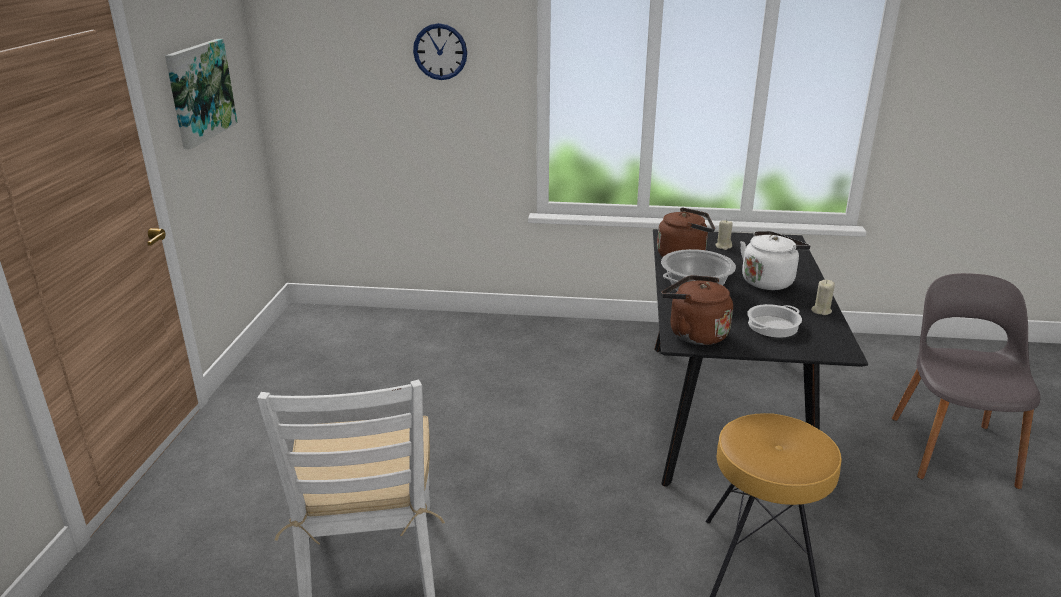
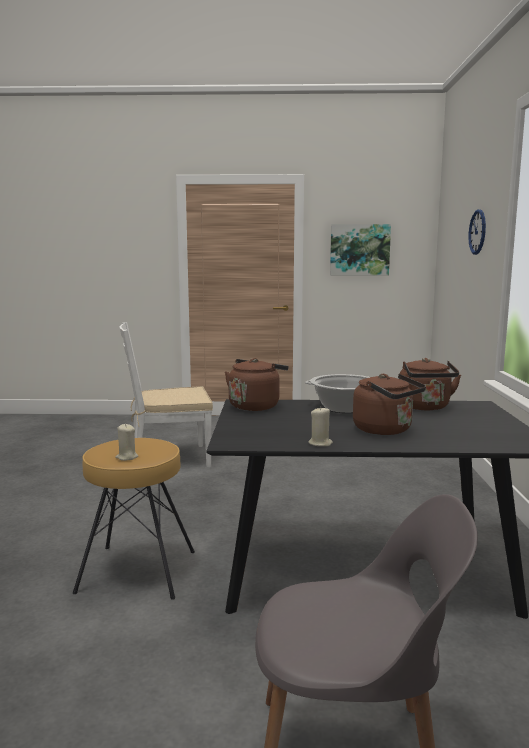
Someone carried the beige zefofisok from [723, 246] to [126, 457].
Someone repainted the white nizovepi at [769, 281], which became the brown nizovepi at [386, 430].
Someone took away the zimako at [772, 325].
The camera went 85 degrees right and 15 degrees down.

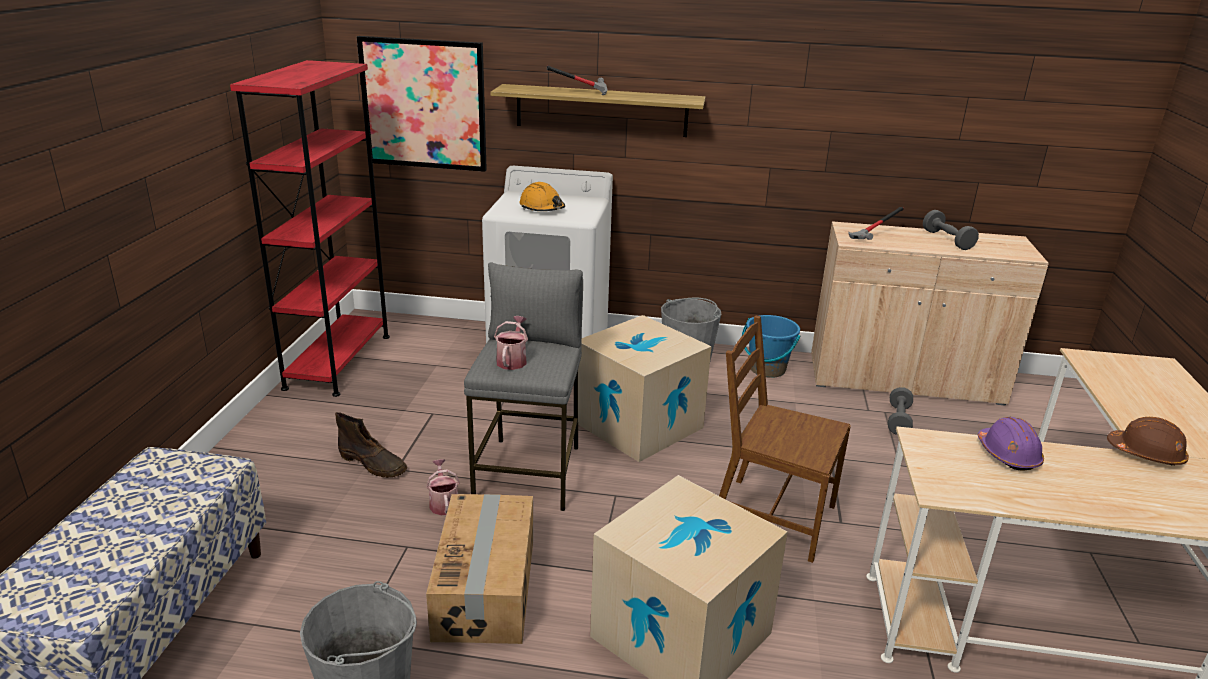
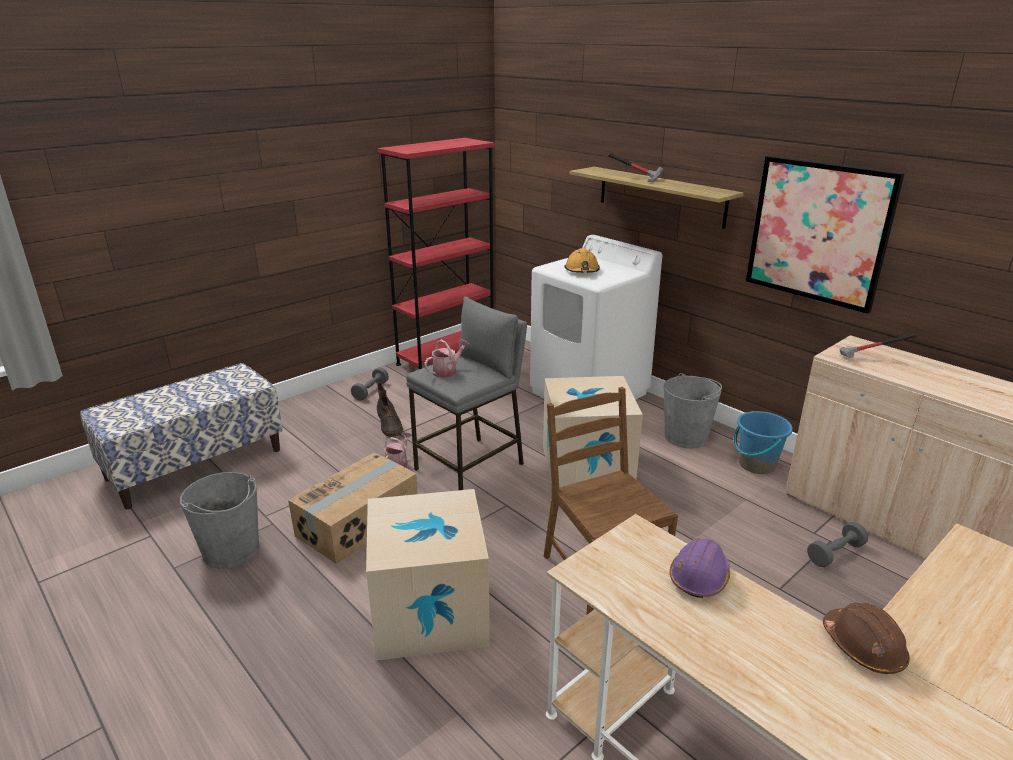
Someone carried the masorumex from [424, 104] to [818, 232].
Someone carried the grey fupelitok from [947, 240] to [370, 391].
The camera went 40 degrees right and 0 degrees up.

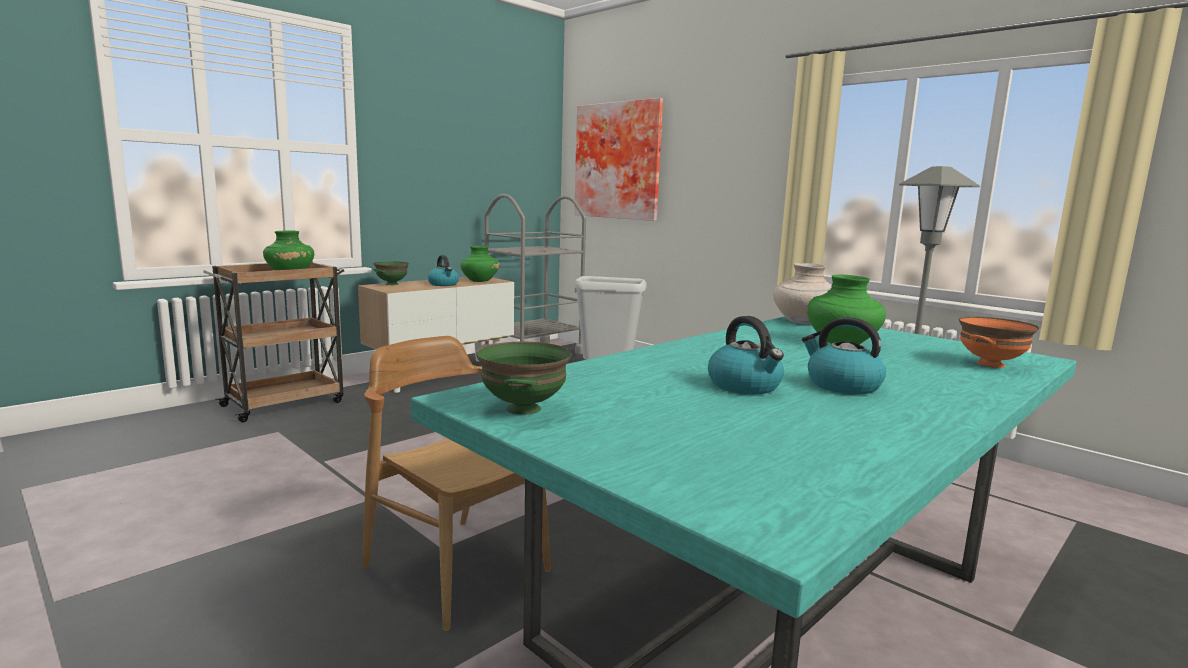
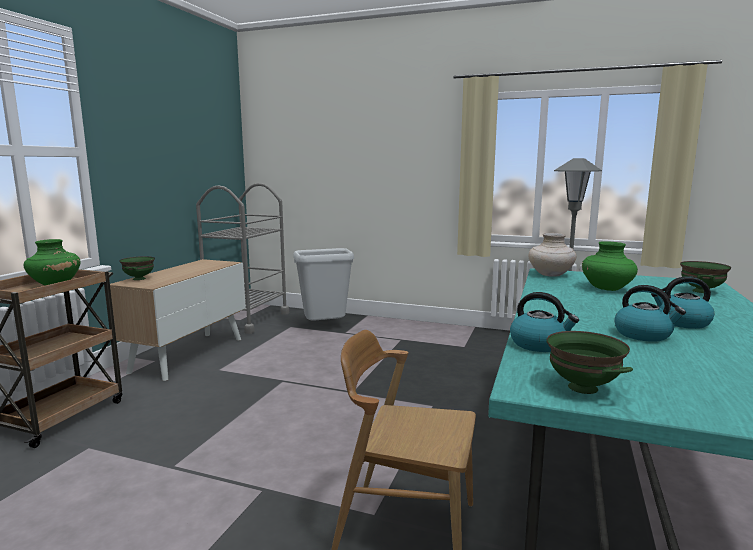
Someone carried the nizovepi from [443, 284] to [539, 344].
Someone took away the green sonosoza at [479, 281].
Someone took away the masorumex at [619, 161].
Someone repainted the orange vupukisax at [991, 364], which became the green vupukisax at [702, 291].
The camera went 25 degrees left and 0 degrees up.

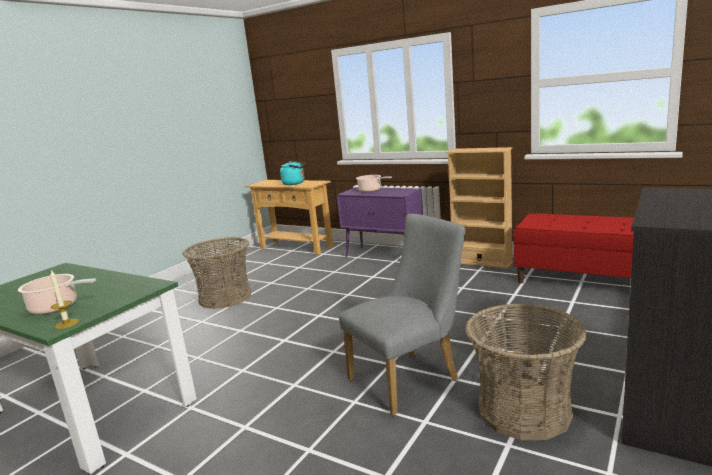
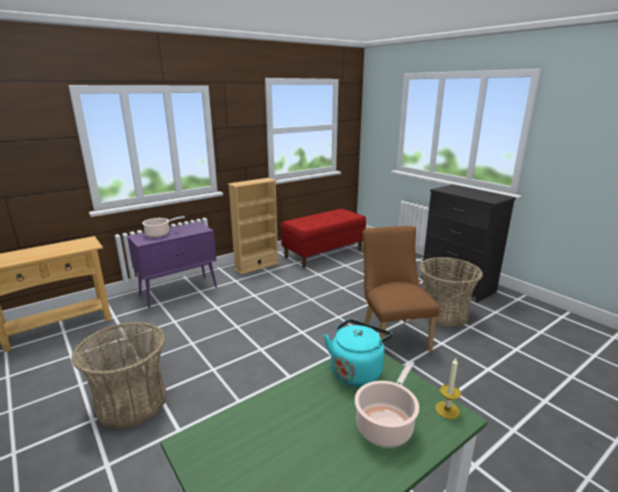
Someone carried the turquoise nizovepi from [295, 183] to [357, 371].
Someone repainted the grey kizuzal at [410, 378], which became the brown kizuzal at [392, 335].
The camera went 70 degrees left and 5 degrees up.

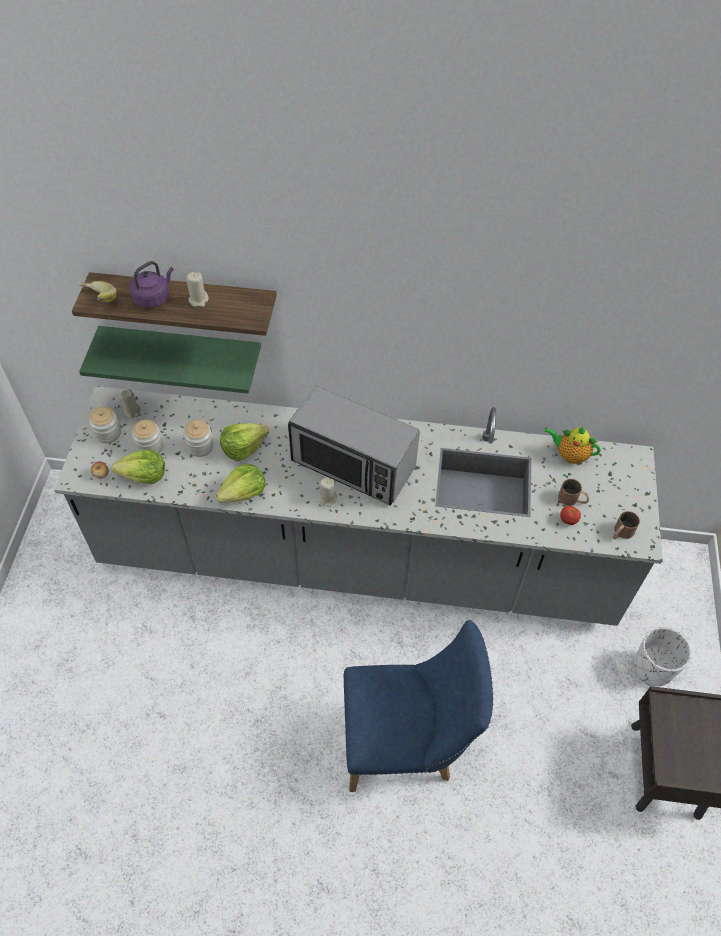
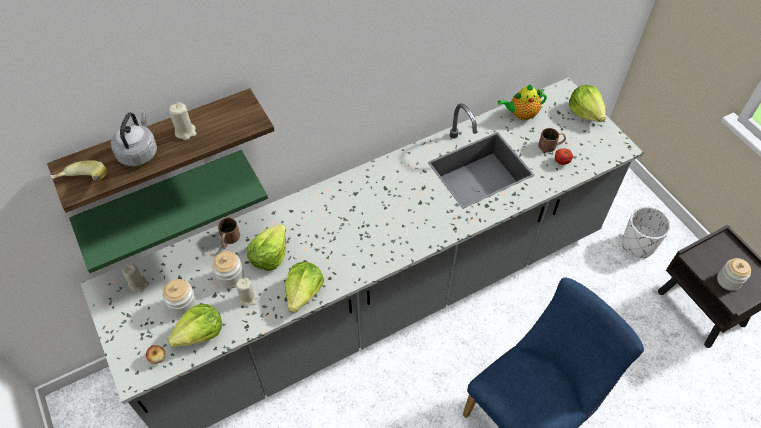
Someone carried the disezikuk from [108, 433] to [728, 280].
Someone repainted the purple nizovepi at [153, 298], which became the grey nizovepi at [139, 152].
Someone took away the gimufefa at [353, 465].
Someone carried the beige zefofisok from [327, 499] to [248, 298].
Someone carried the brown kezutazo from [621, 533] to [229, 240].
Someone put down the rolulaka at [585, 112].
The camera went 35 degrees left and 0 degrees up.

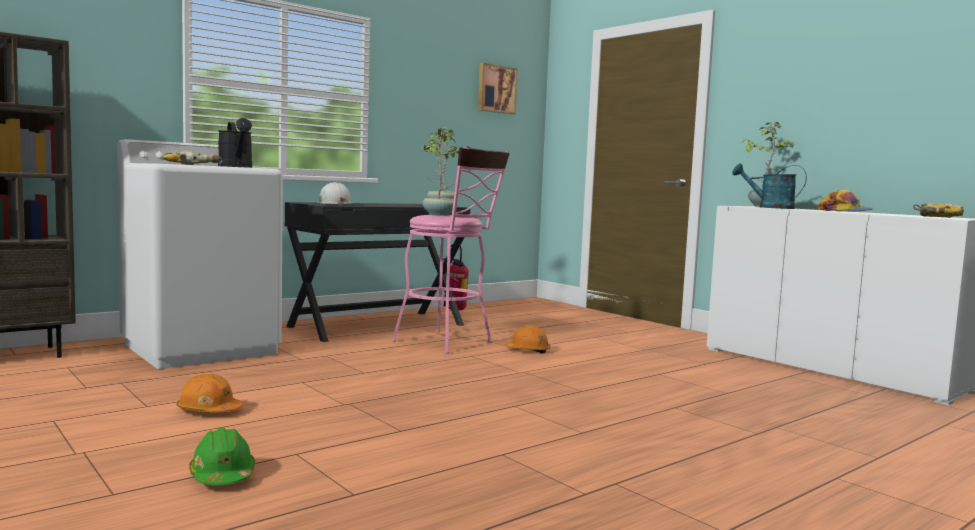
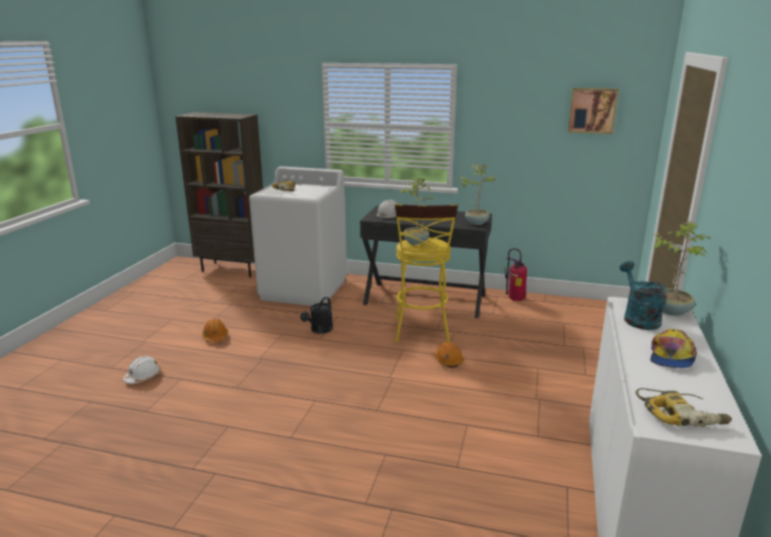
Someone repainted the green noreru at [222, 476], which became the white noreru at [143, 376].
Someone carried the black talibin from [237, 167] to [319, 330].
Someone repainted the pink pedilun at [449, 343], which became the yellow pedilun at [421, 332].
The camera went 55 degrees right and 15 degrees up.

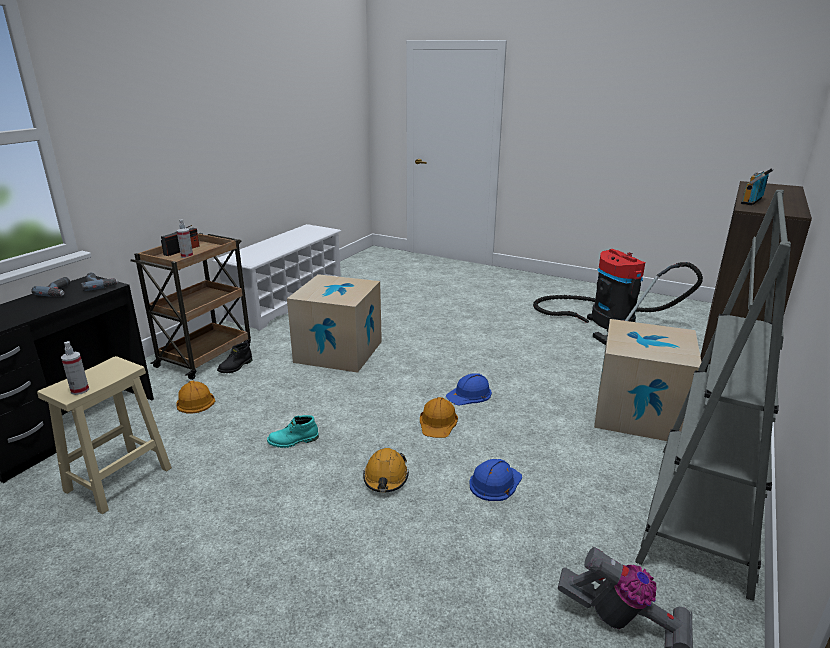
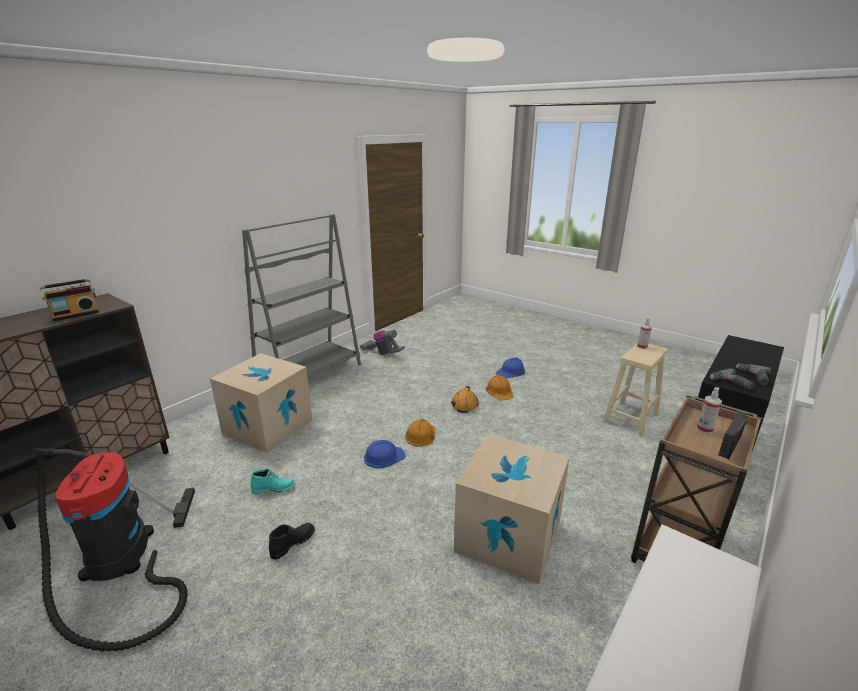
Someone carried the orange noreru from [194, 400] to [499, 391].
Someone carried the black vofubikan from [236, 367] to [292, 543].
Someone carried the turquoise vofubikan from [293, 441] to [274, 488].
Someone carried the blue noreru from [495, 482] to [511, 371].
The camera went 170 degrees left and 0 degrees up.

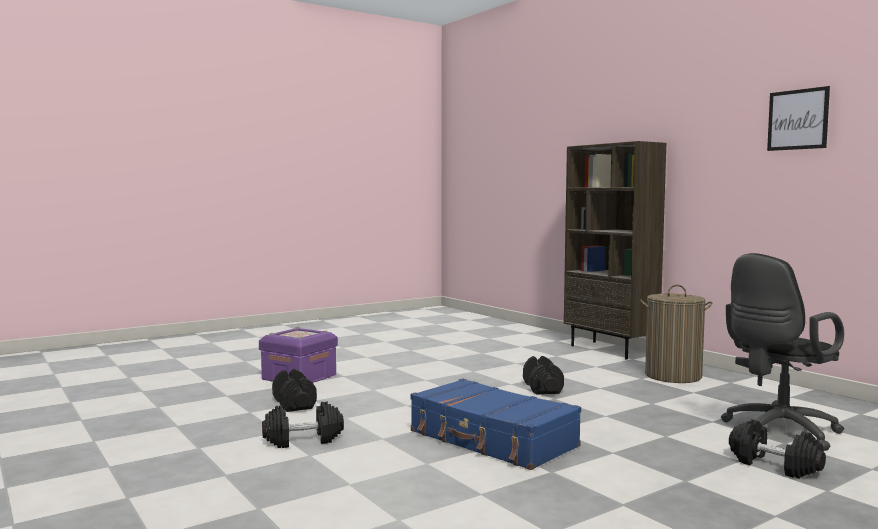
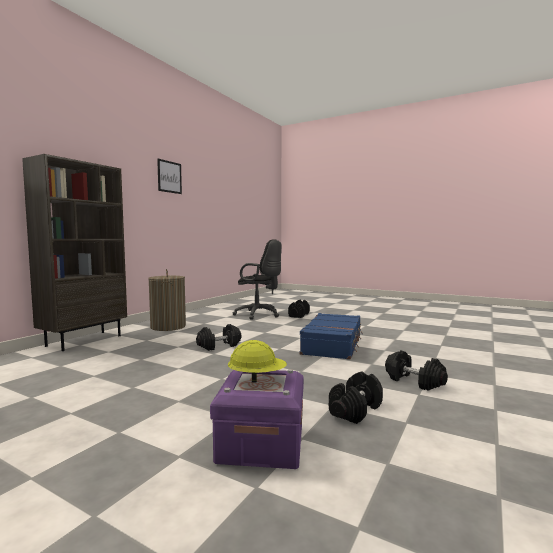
Someone put down the yellow noreru at [257, 379].
The camera went 115 degrees left and 0 degrees up.

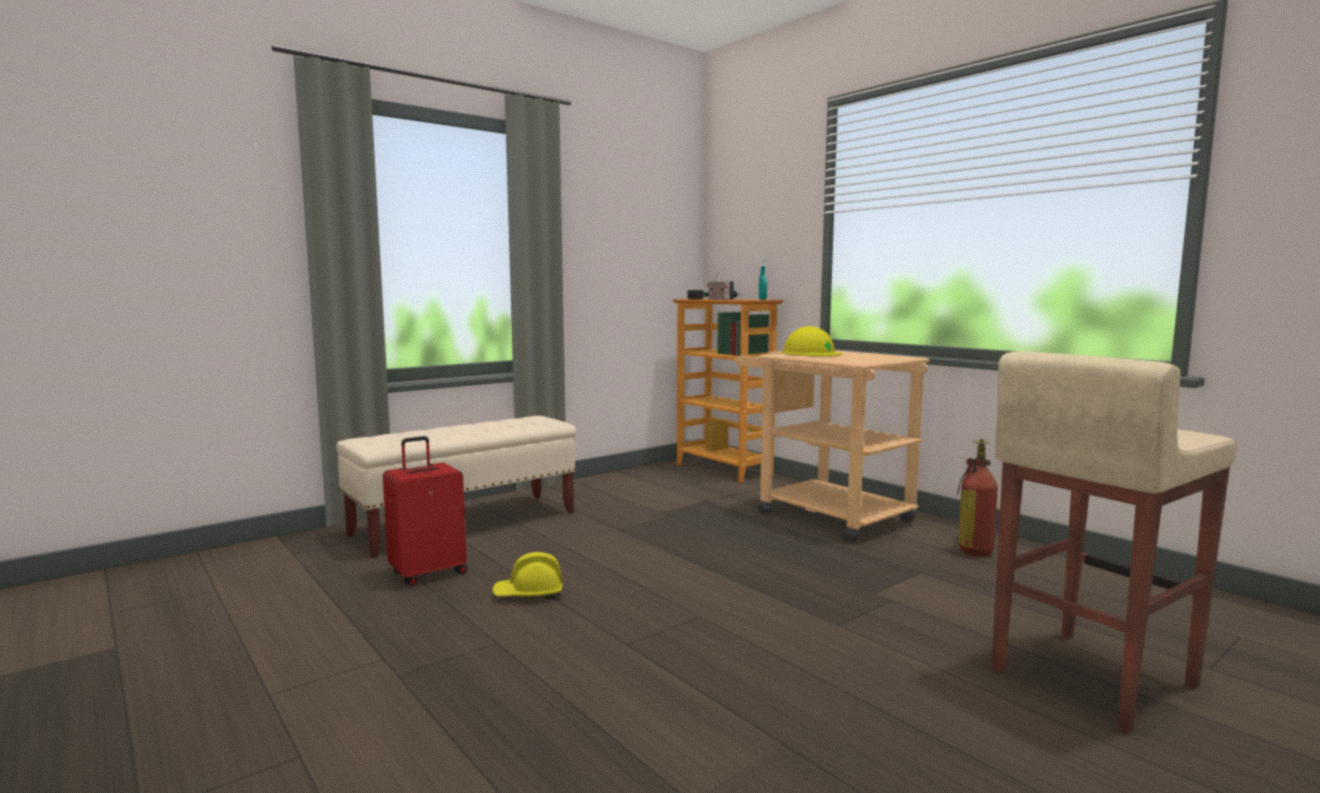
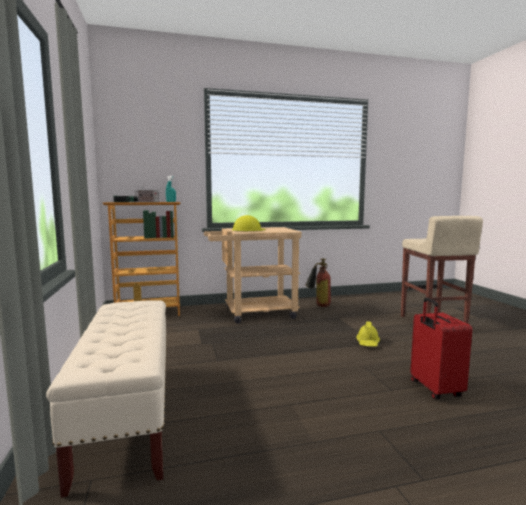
Someone carried the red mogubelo from [428, 573] to [434, 389].
Someone carried the yellow noreru from [529, 594] to [368, 343].
The camera went 65 degrees left and 0 degrees up.

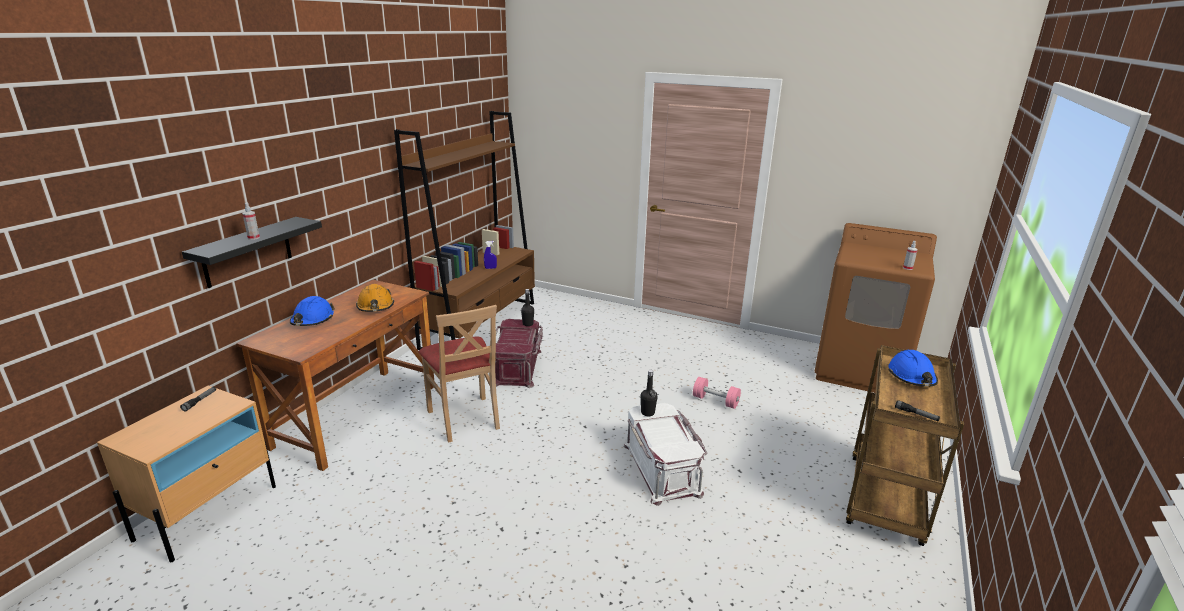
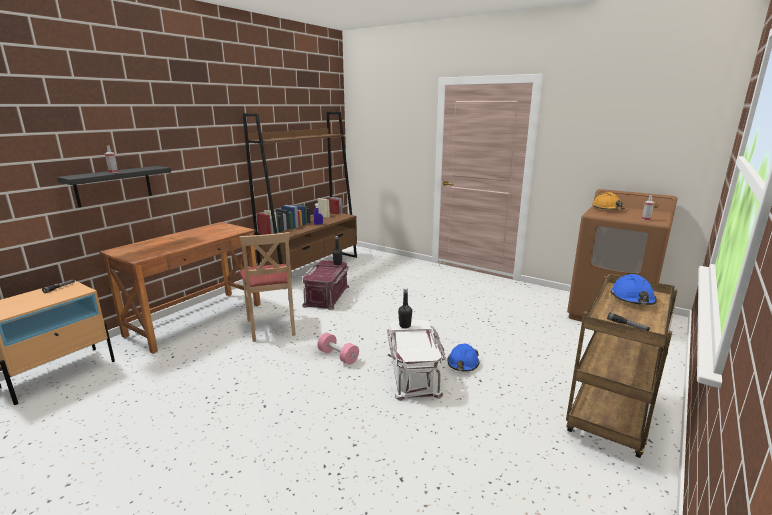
Someone carried the blue noreru from [312, 320] to [463, 364].
Someone carried the orange noreru from [375, 306] to [607, 209].
Someone carried the pink fupelitok from [715, 401] to [338, 356].
The camera went 10 degrees right and 5 degrees down.

